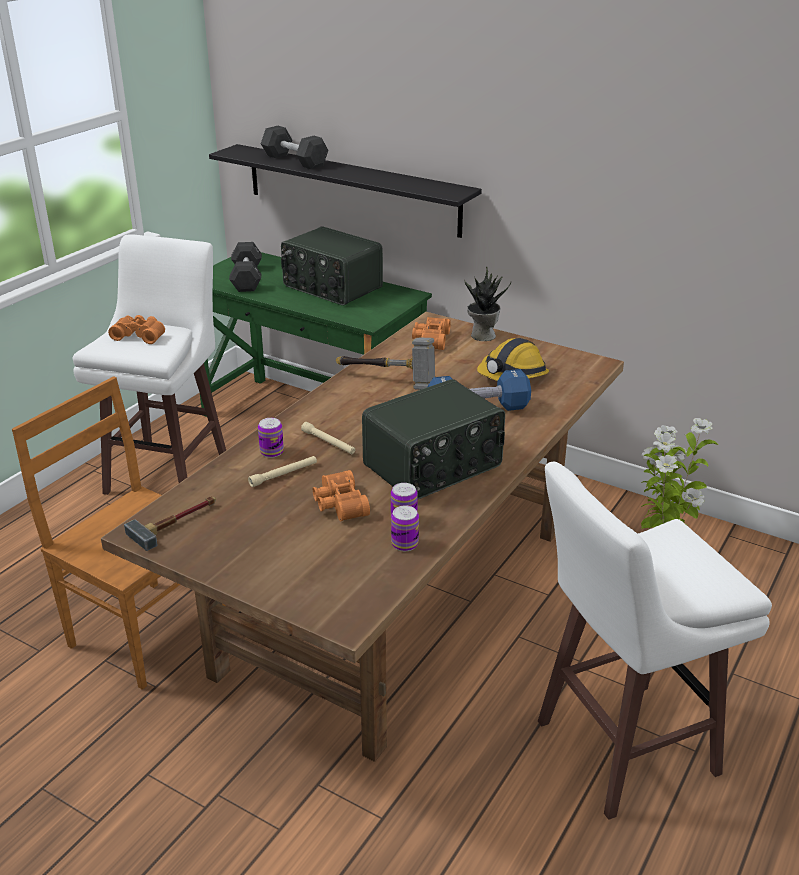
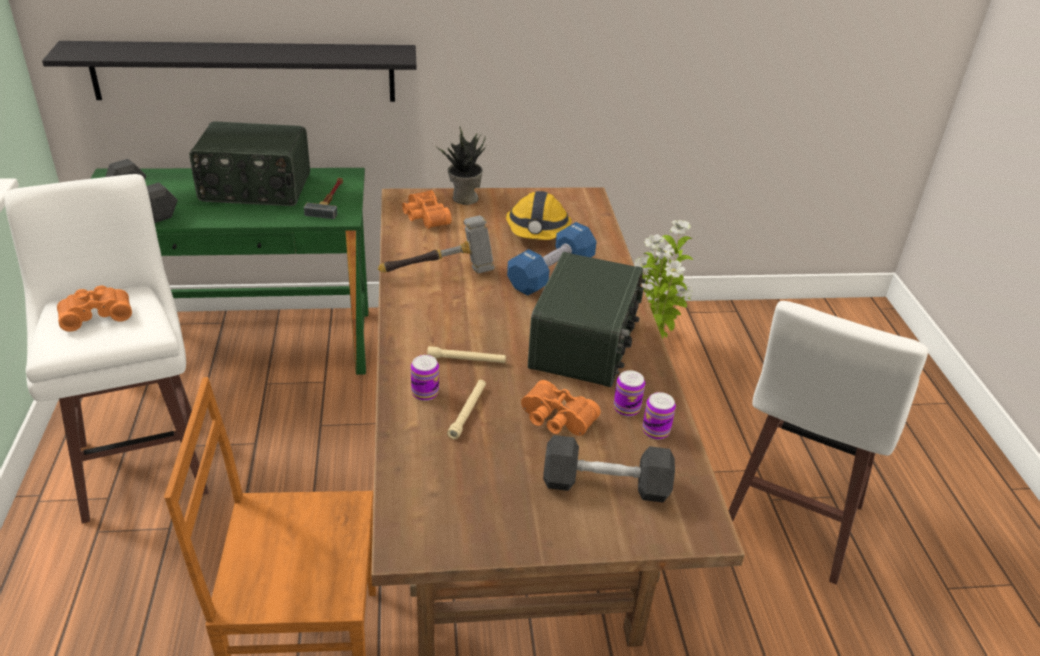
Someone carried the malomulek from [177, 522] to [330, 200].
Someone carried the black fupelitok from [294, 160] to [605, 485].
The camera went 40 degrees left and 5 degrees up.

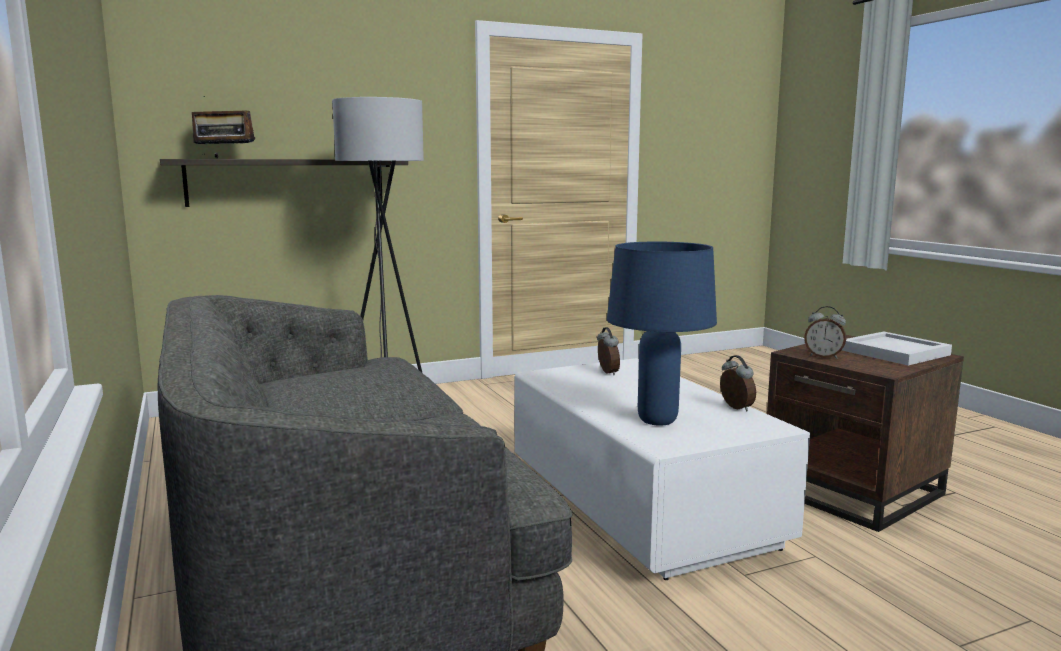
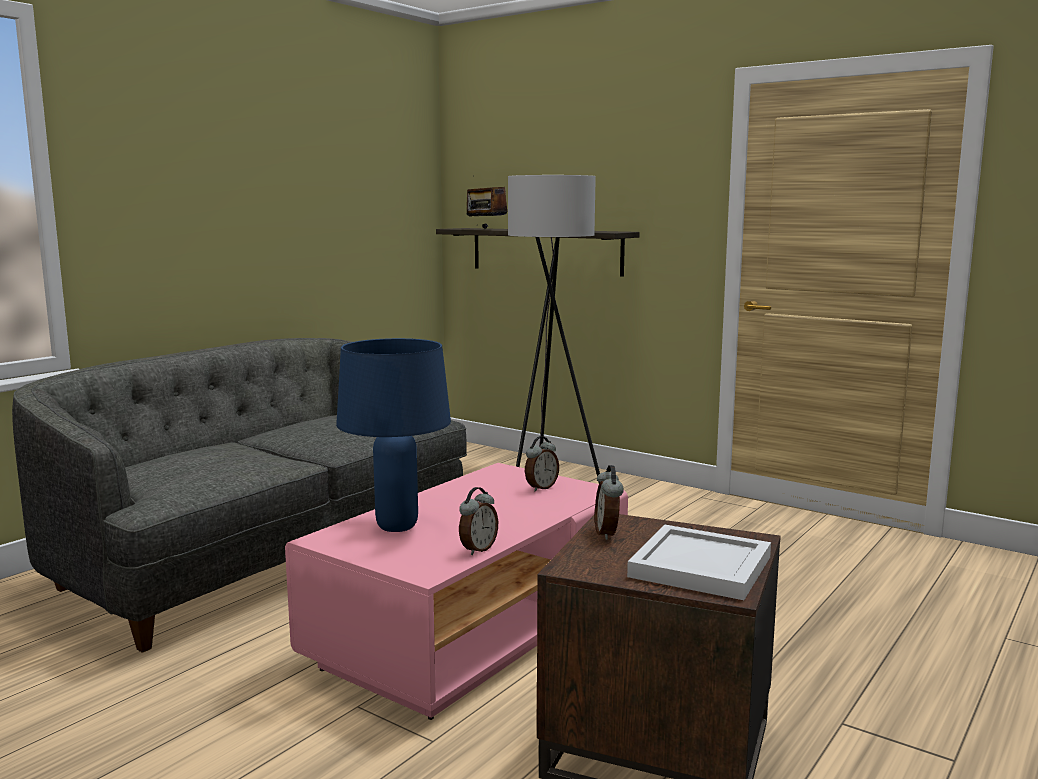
Someone repainted the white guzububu at [640, 505], which became the pink guzububu at [471, 630].
The camera went 60 degrees right and 0 degrees up.

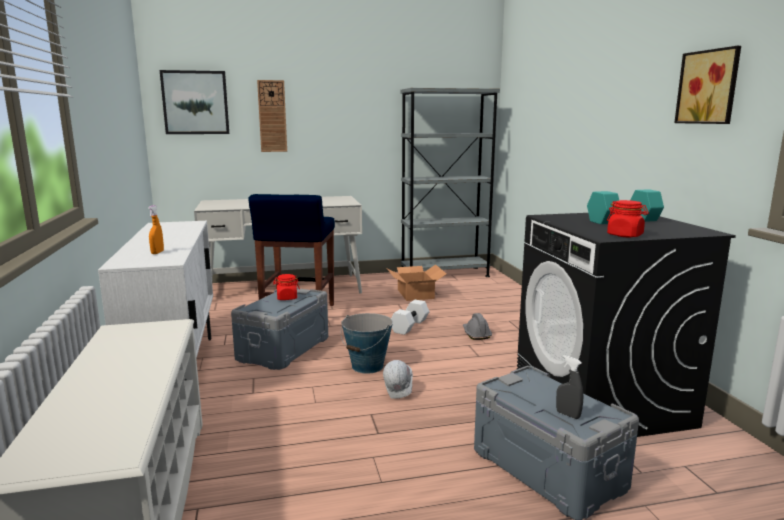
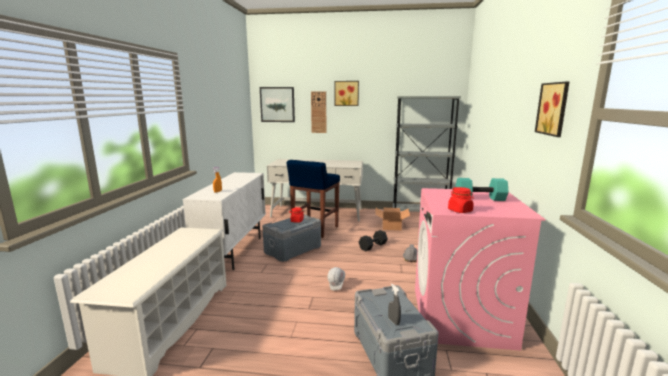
Someone took away the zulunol at [367, 366].
Someone repainted the white fupelitok at [410, 326], which became the black fupelitok at [373, 246].
Someone repainted the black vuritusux at [601, 401], which became the pink vuritusux at [461, 317].
Someone put up the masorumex at [346, 93].
The camera went 20 degrees right and 0 degrees up.

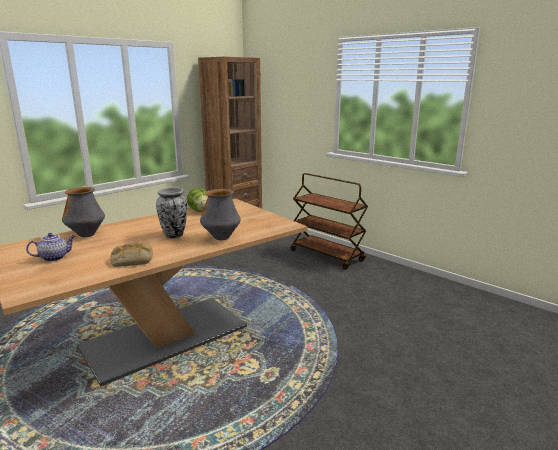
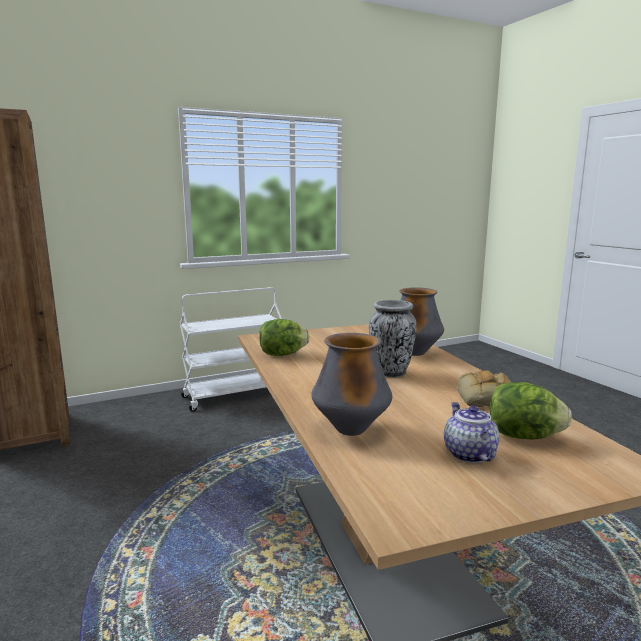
Someone repainted the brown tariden at [327, 256], which became the white tariden at [234, 395].
Someone put down the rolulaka at [523, 436].
The camera went 70 degrees left and 5 degrees down.

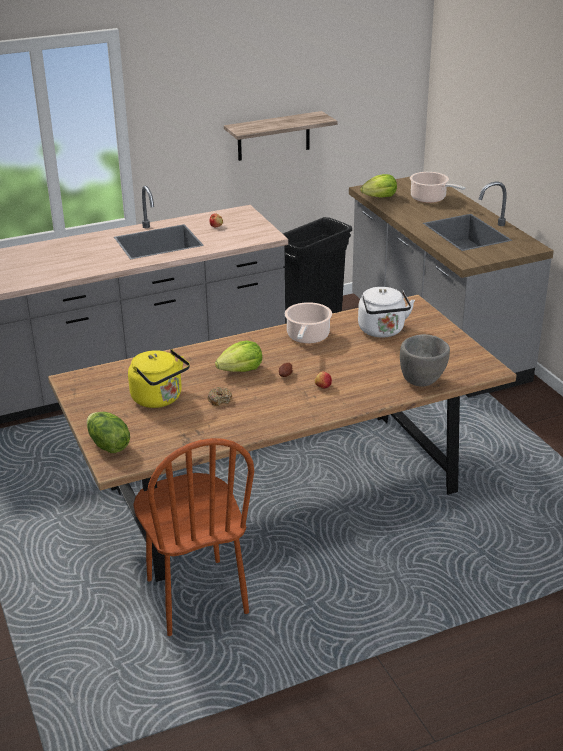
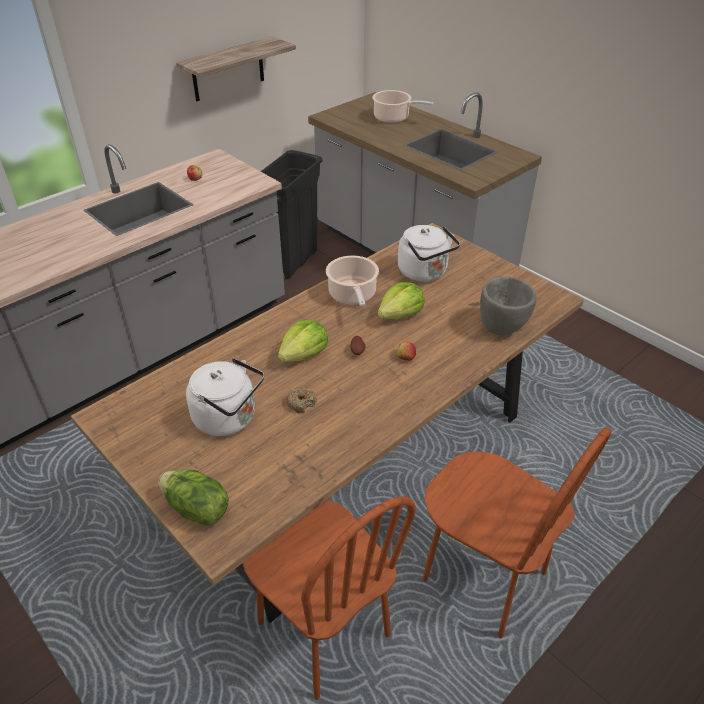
Someone repainted the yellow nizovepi at [159, 399], which became the white nizovepi at [229, 419].
Someone carried the rolulaka from [379, 197] to [400, 315].
Someone put down the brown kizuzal at [483, 577].
The camera went 20 degrees left and 10 degrees up.

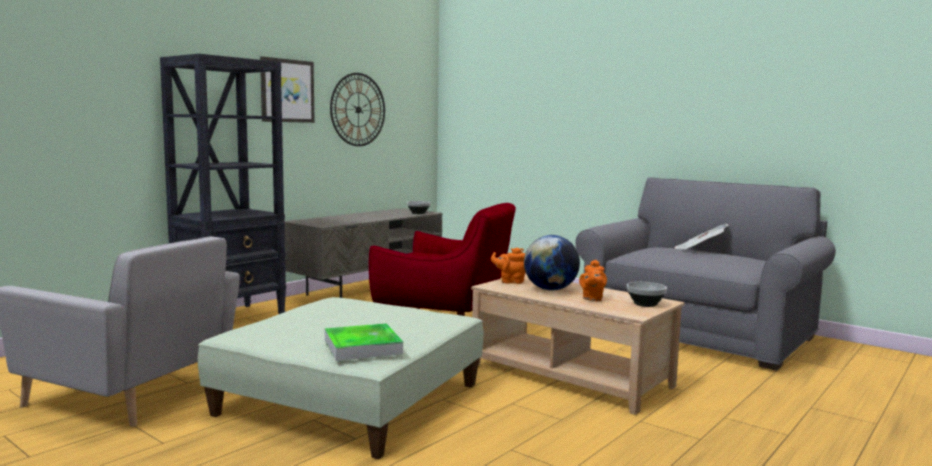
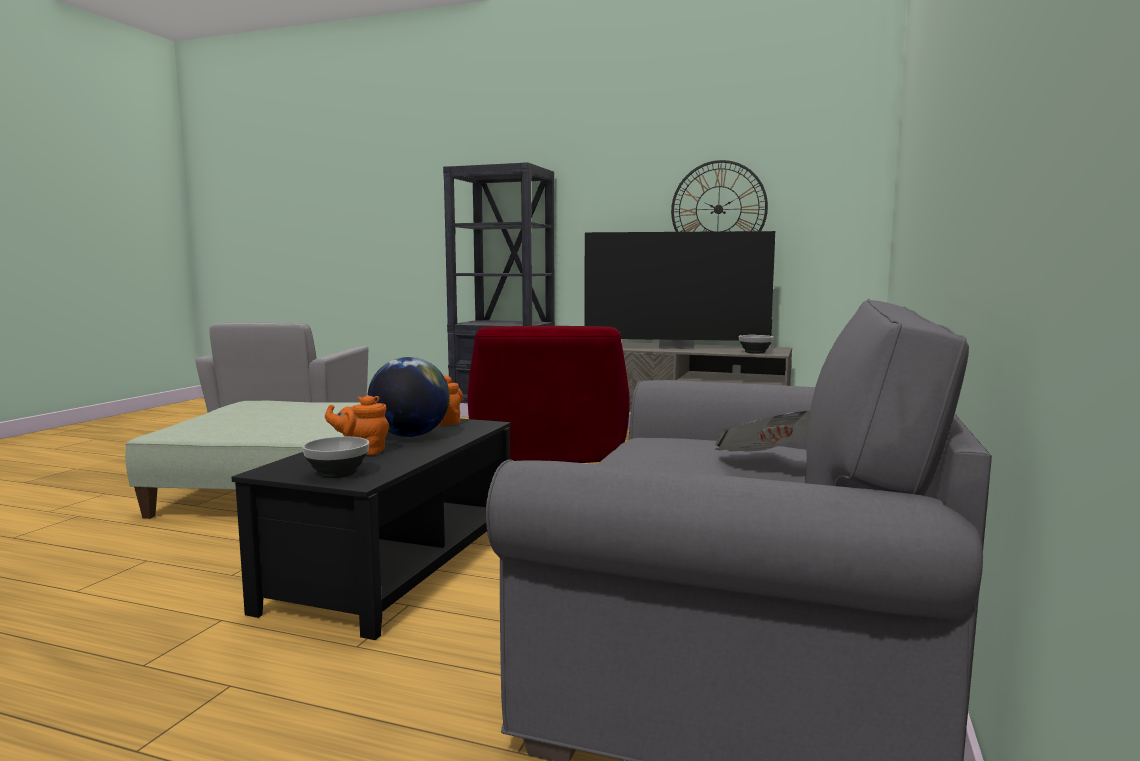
Someone took away the masorumex at [287, 90].
Someone took away the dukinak at [362, 347].
Someone repainted the beige guzububu at [571, 376], which became the black guzububu at [398, 566].
Someone put down the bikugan at [677, 347].
The camera went 70 degrees right and 0 degrees up.

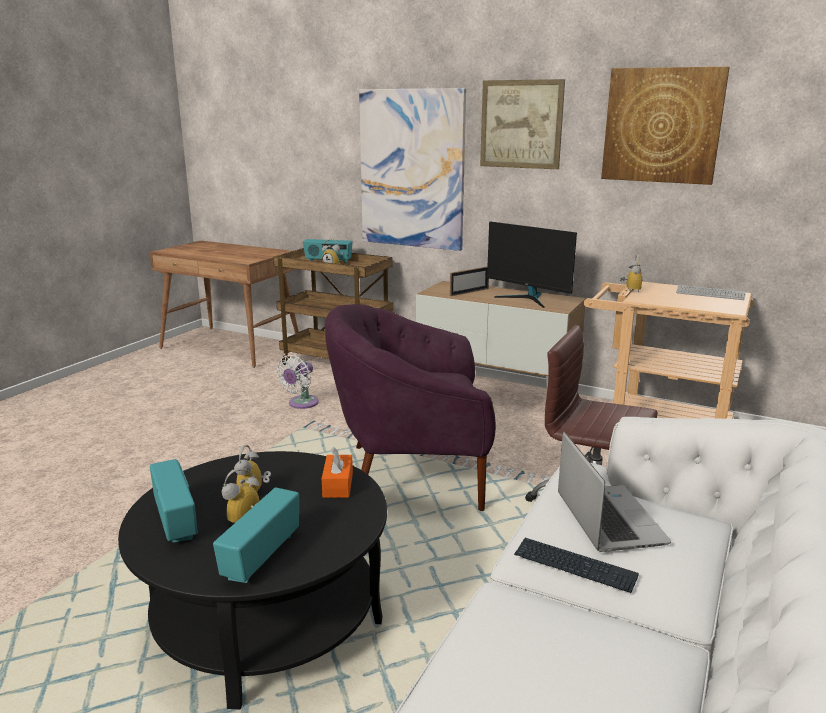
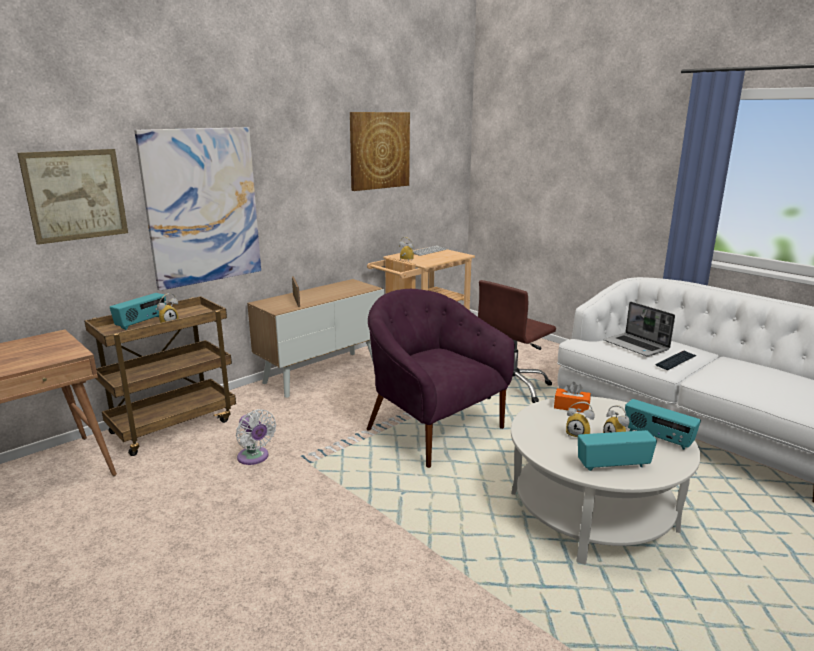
Someone repainted the black guzububu at [266, 617], which became the white guzububu at [592, 511].
Someone rotated the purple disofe at [413, 475] by 120 degrees clockwise.
Someone carried the masorumex from [521, 124] to [76, 195].
Someone took away the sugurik at [528, 298].
Someone rotated the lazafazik at [607, 519] by 135 degrees counterclockwise.
The camera went 70 degrees left and 0 degrees up.

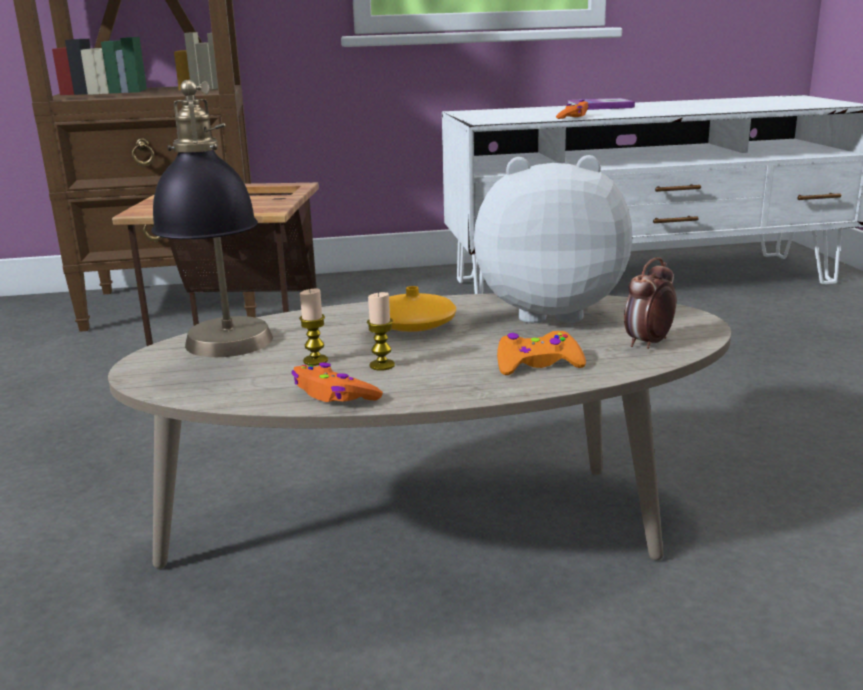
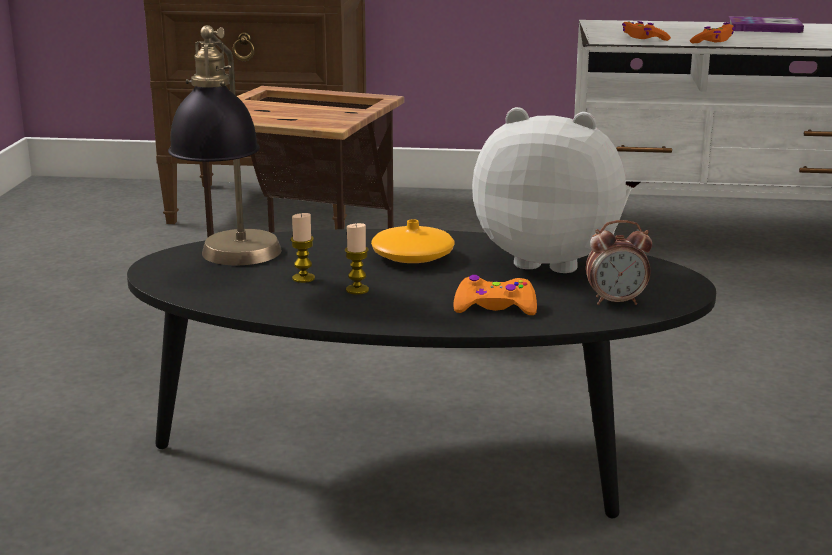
Someone repainted the beige guzububu at [437, 535], which became the black guzububu at [415, 462].
Someone carried the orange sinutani from [334, 395] to [643, 38].
Someone rotated the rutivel at [648, 343] by 150 degrees counterclockwise.
The camera went 15 degrees right and 0 degrees up.

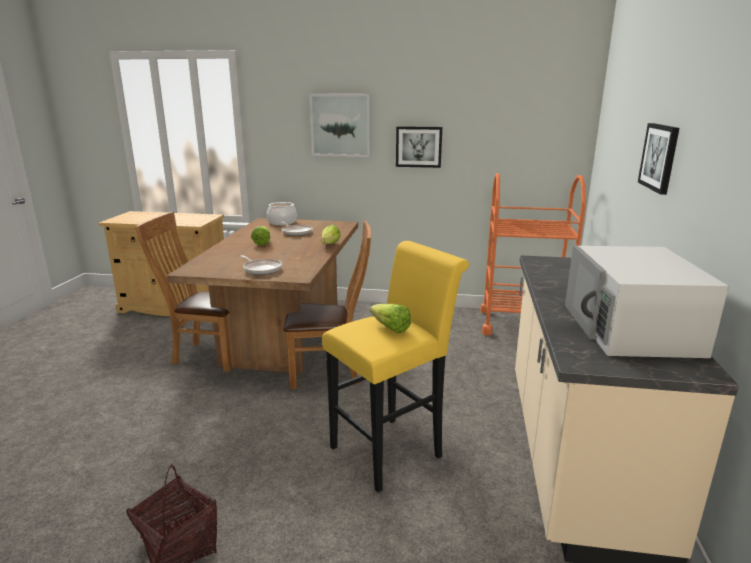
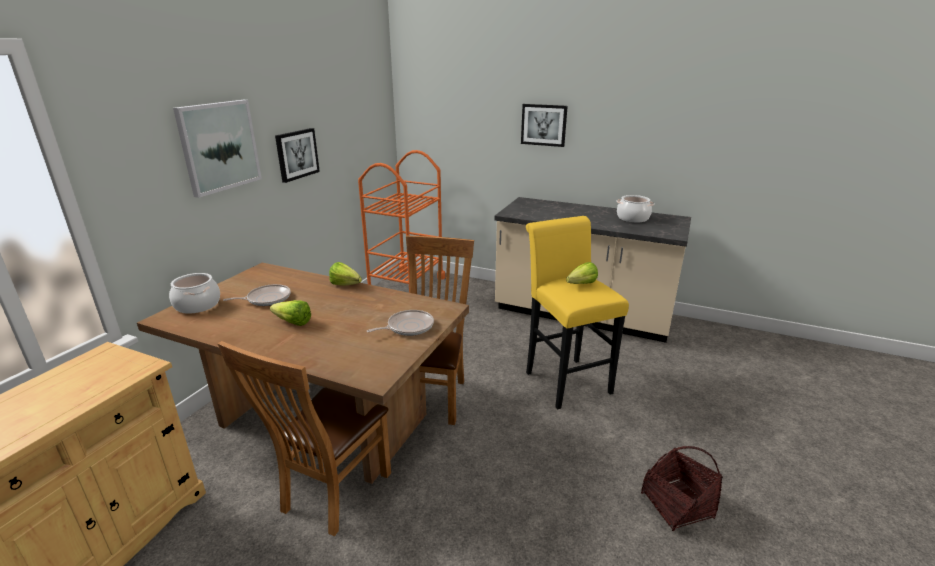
Someone swapped the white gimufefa at [630, 329] for the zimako at [633, 218].
The camera went 75 degrees left and 5 degrees up.

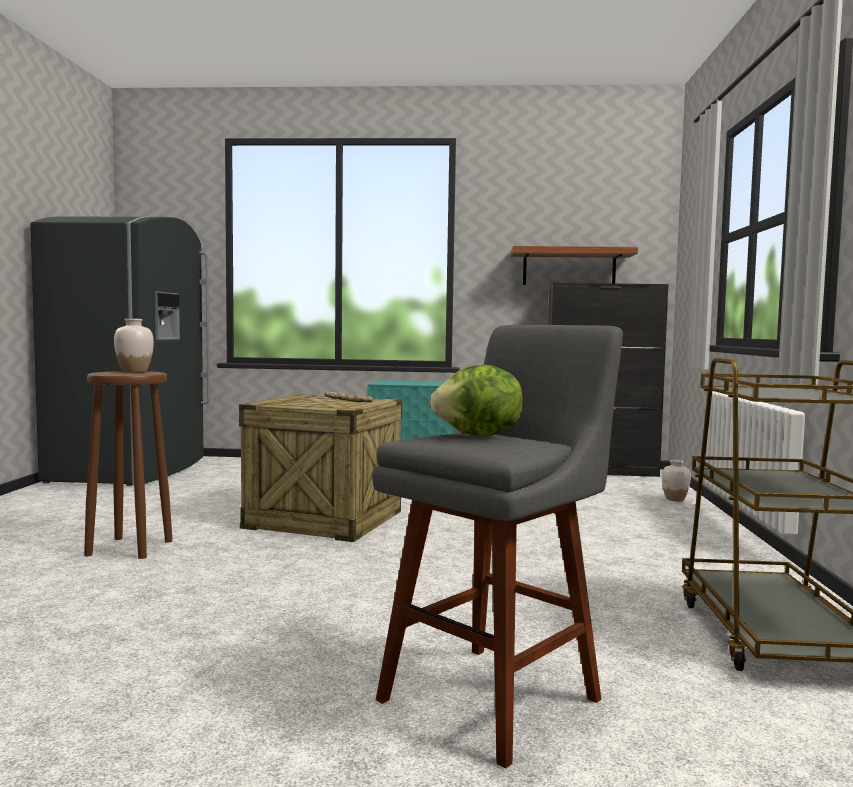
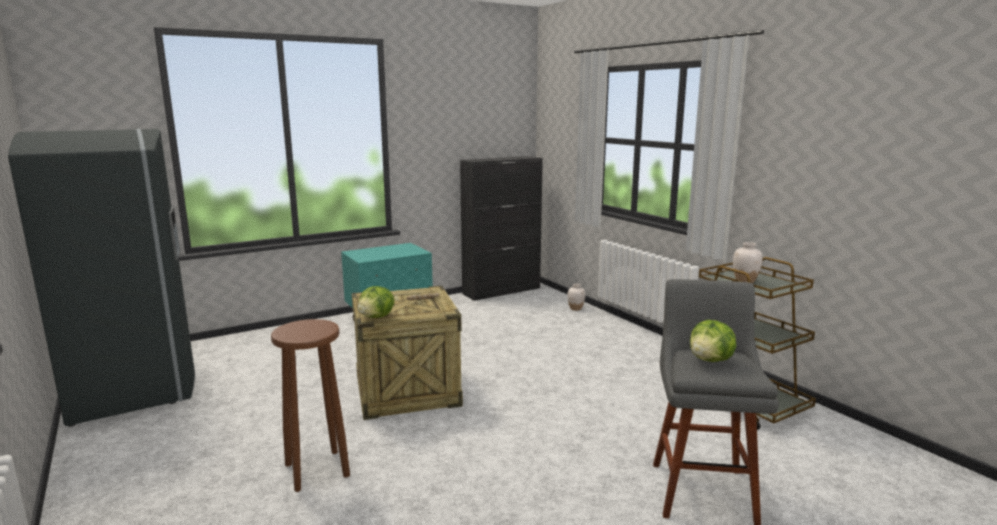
Someone carried the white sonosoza from [134, 371] to [745, 281].
Someone took away the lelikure at [569, 268].
Someone put down the rolulaka at [377, 317].
The camera went 35 degrees left and 10 degrees up.

